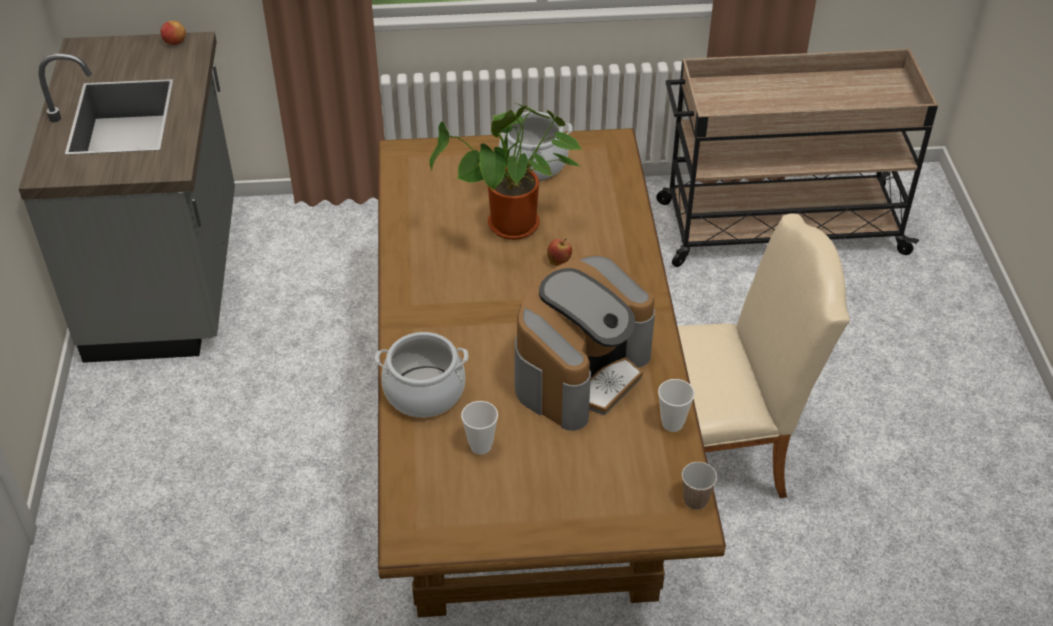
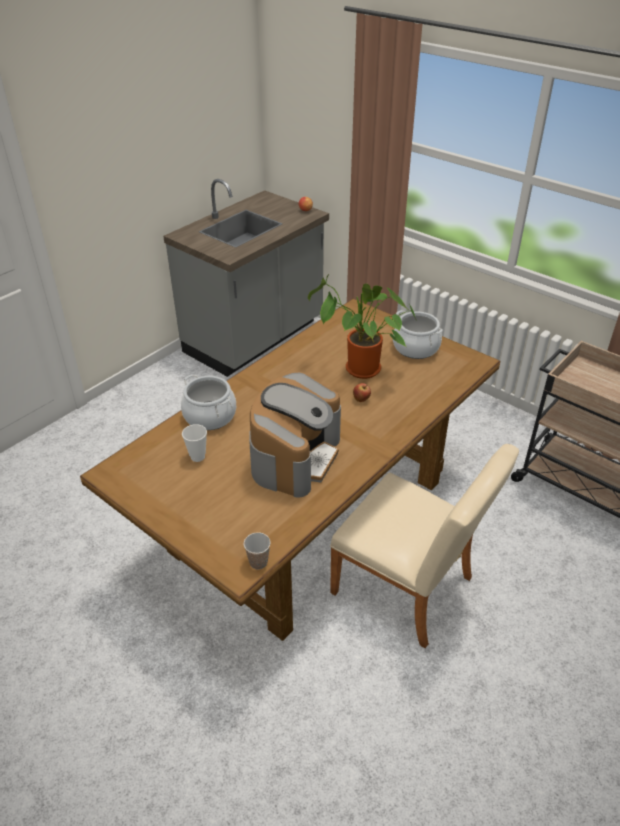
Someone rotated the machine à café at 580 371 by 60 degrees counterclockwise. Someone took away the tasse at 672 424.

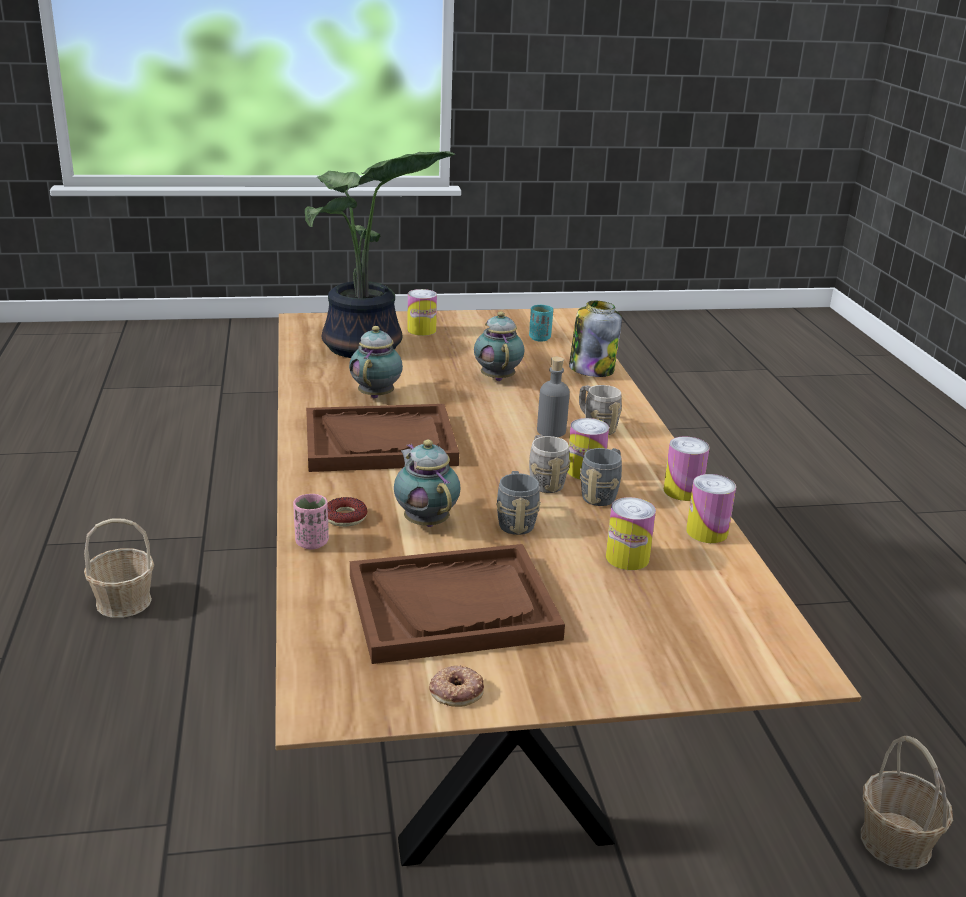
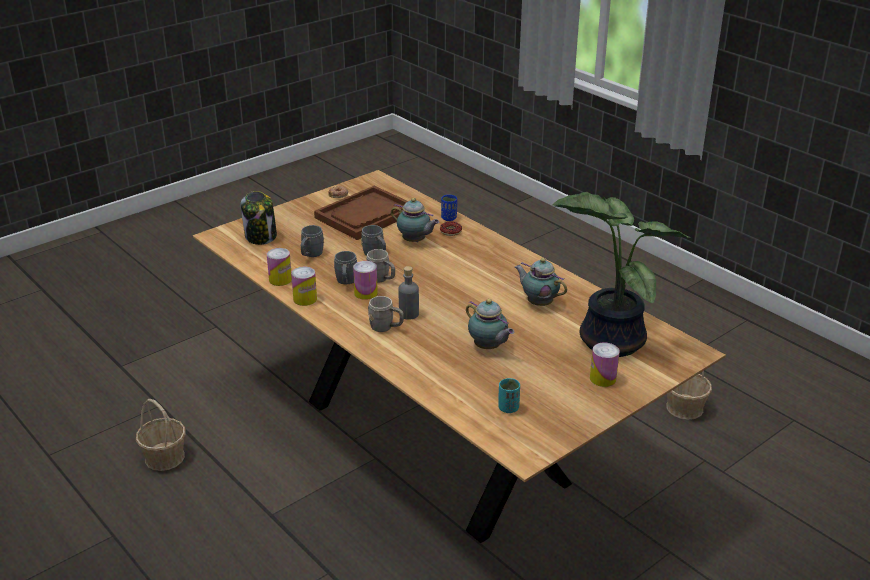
Someone carried the bocal from 591 369 to 261 237. Someone swapped the boîte métallique at 627 558 for the mug/gris at 311 255. Someone repainted the tasse/rose at 312 543, which became the tasse/bleu at 449 218. Someone rotated the théière at 377 394 by 150 degrees clockwise. Someone took away the plateau/marron at 380 442.

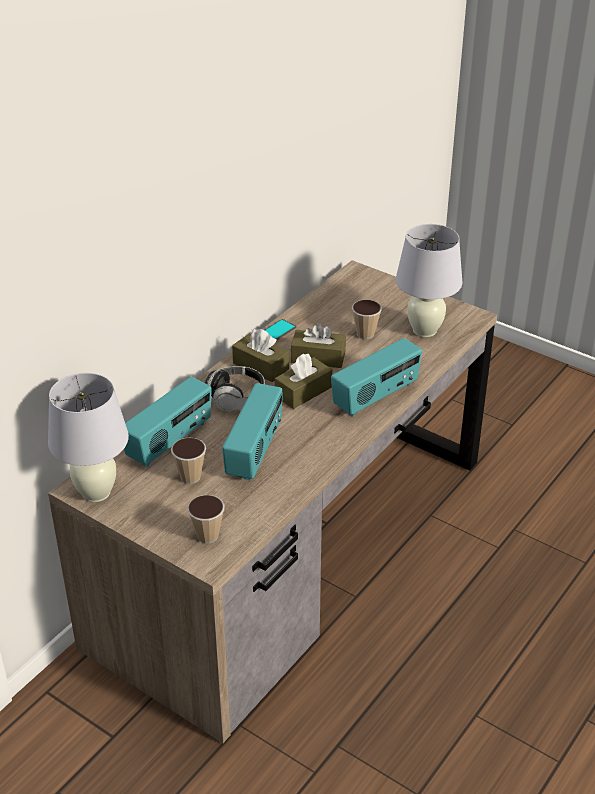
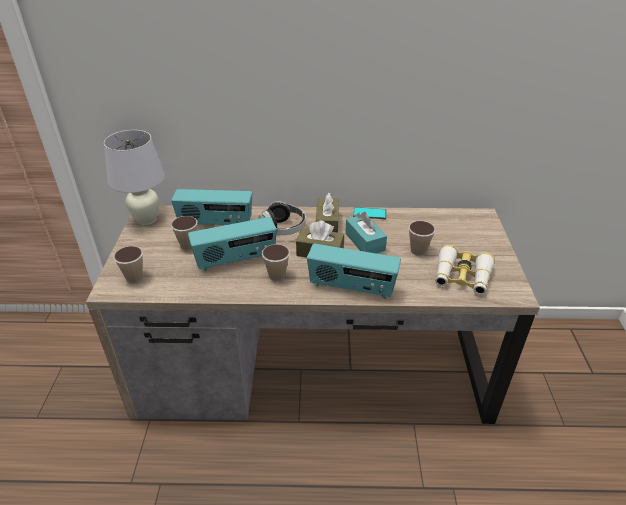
Someone put down the tasse at 277 276. Someone repainted the boîte à mouchoirs/marron at 318 357, which became the boîte à mouchoirs/turquoise at 365 242. Someone swapped the lampe de table/blanc at 425 330 for the jumelles at 462 277.

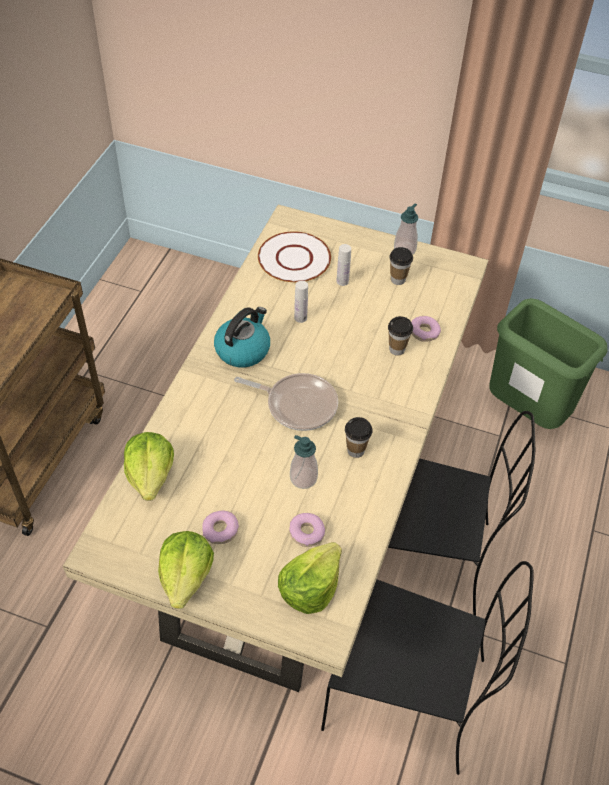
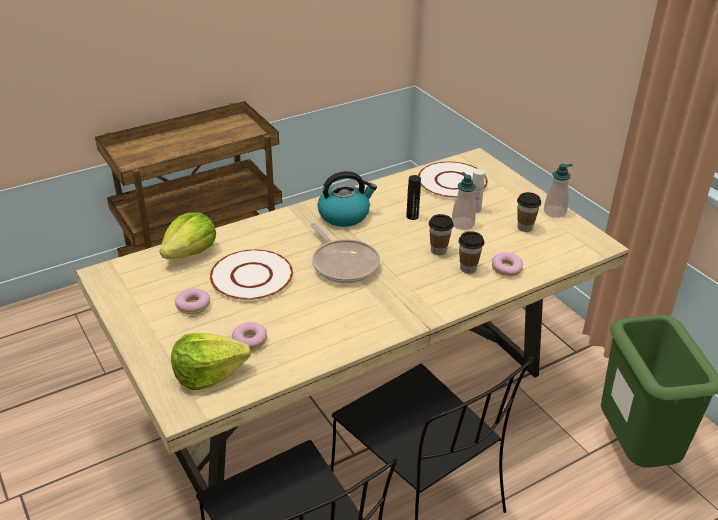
Someone put down the assiette/blanc at 251 276. Someone repainted the bouteille/blanc at 300 318, which became the bouteille/noir at 412 216. Someone carried the tasse from 356 450 to 438 250. Someone carried the distributeur de savon from 303 478 to 462 224. Someone took away the laitue at 186 577.

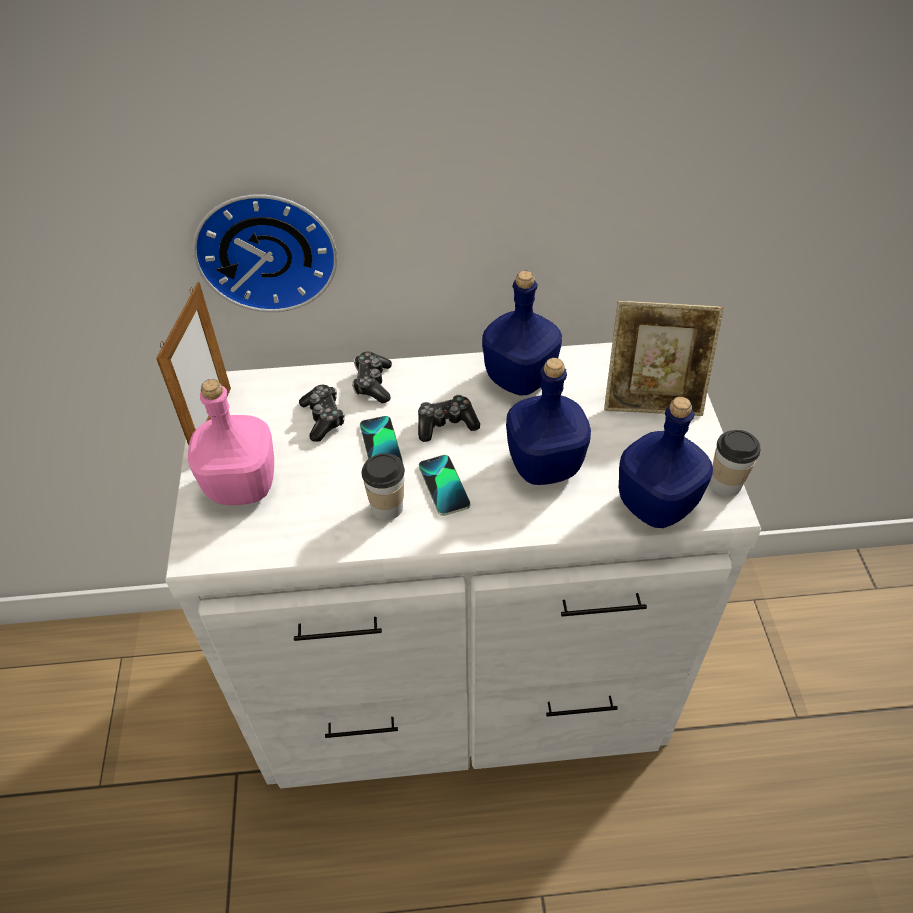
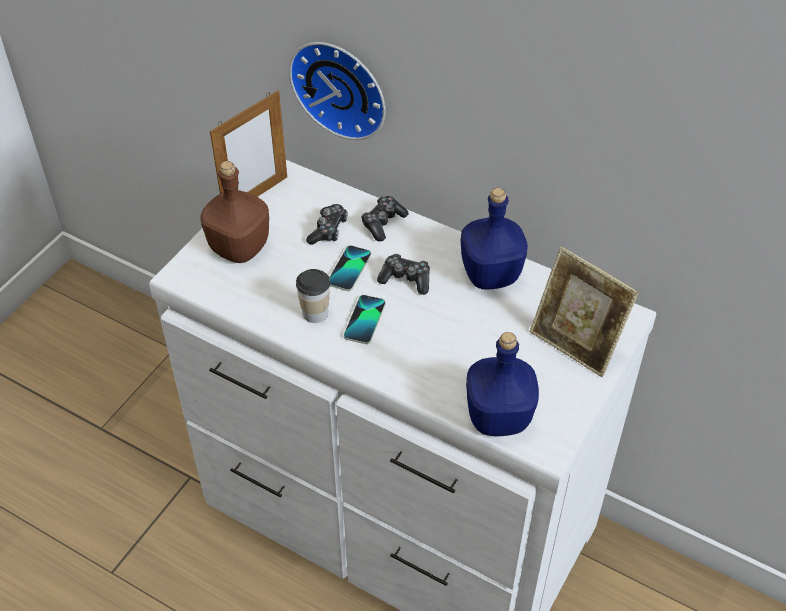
Someone repainted the bouteille/rose at 240 486, which became the bouteille/marron at 238 247. Someone took away the bouteille/bleu at 543 466. Someone took away the tasse at 725 484.

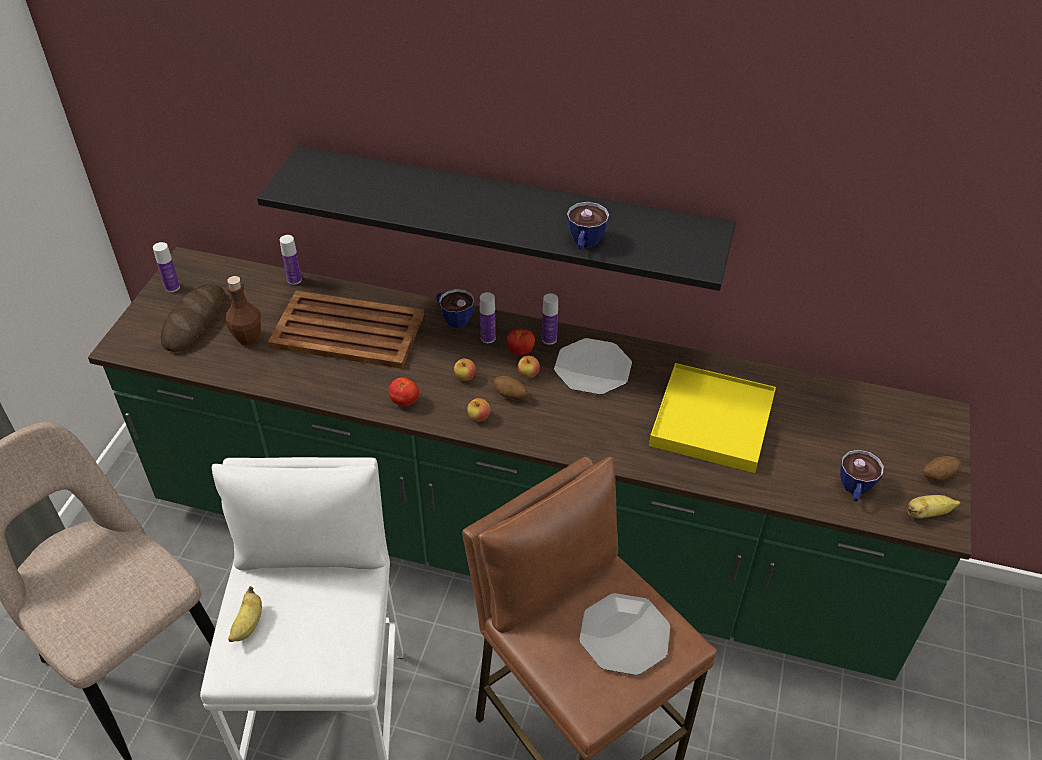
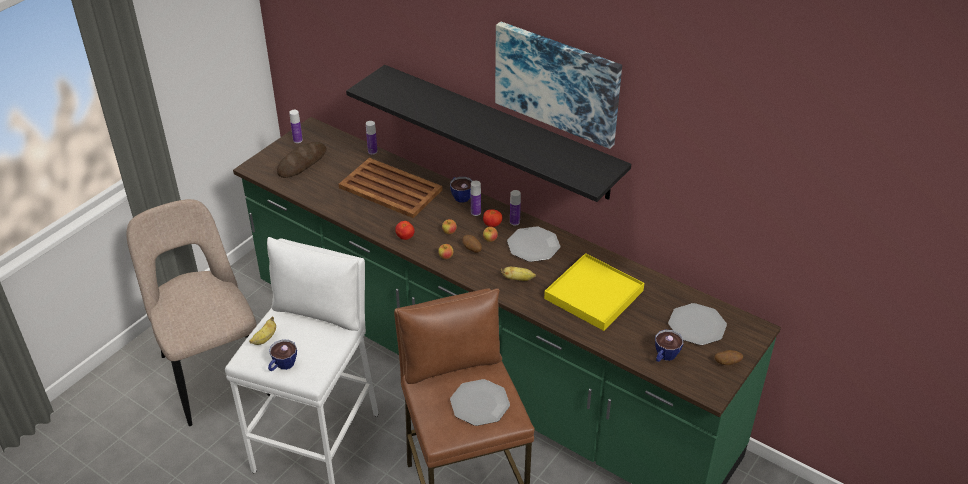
Someone carried the tasse from 584 243 to 282 366. Someone put up the tableau at 558 82. Someone carried the banane from 927 513 to 518 279. Someone put down the assiette at 697 325. Someone took away the bouteille/marron at 248 338.

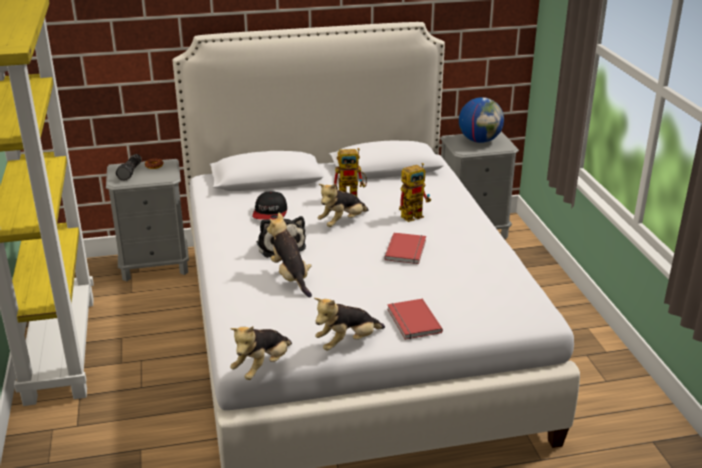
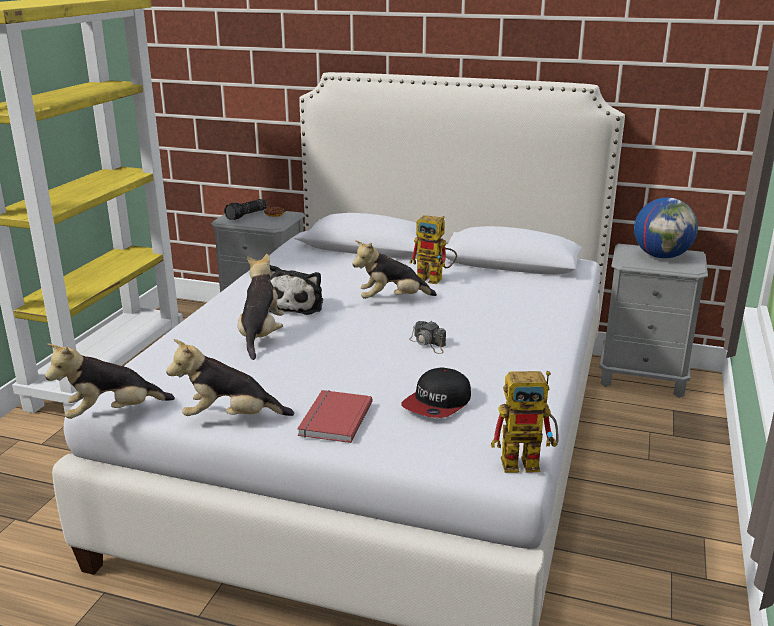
Someone carried the casquette from 270 213 to 437 403. Someone swapped the livre/rouge at 407 250 for the appareil photo at 428 344. Someone carried the robot jouet from 414 214 to 528 462.

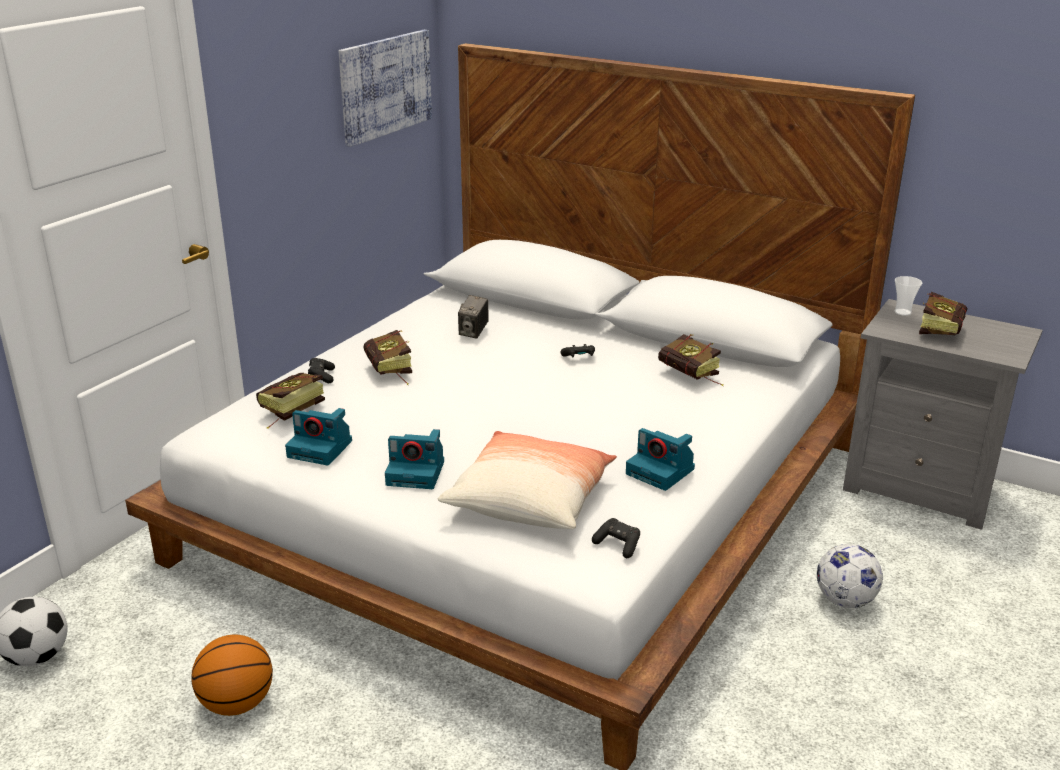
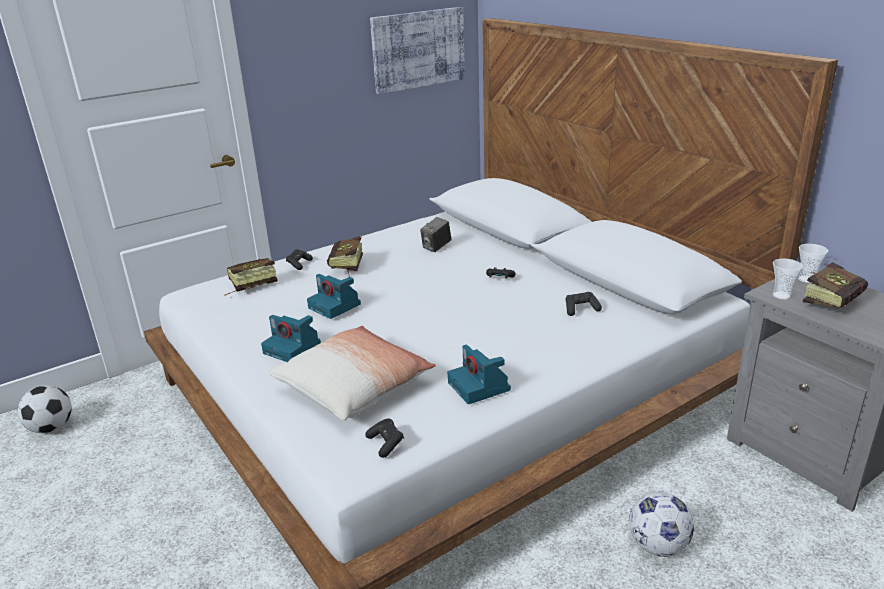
Someone carried the appareil photo from 321 449 to 335 306. Someone swapped the livre at 692 377 for the manette/noir at 580 309. Someone put down the tasse at 781 296. Someone took away the ballon de basket at 236 704.

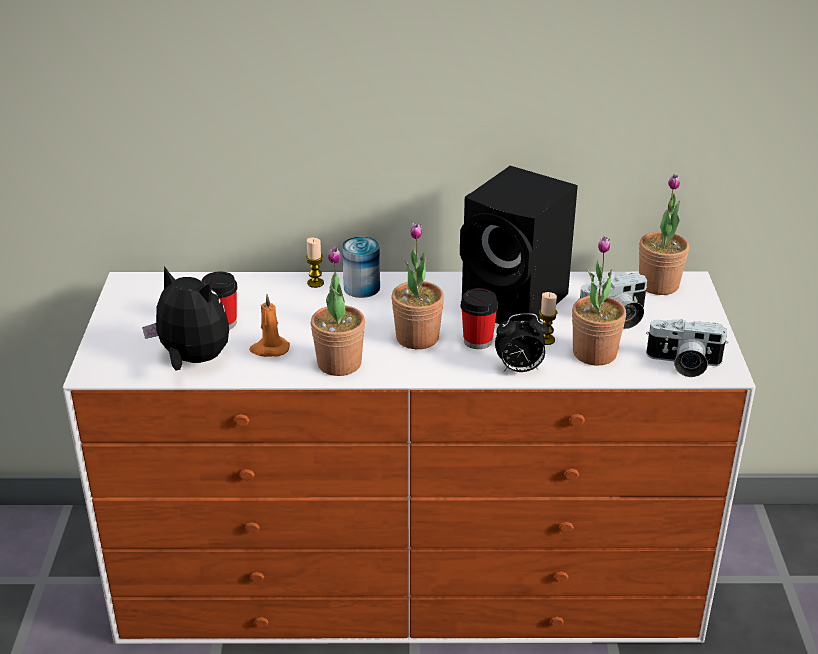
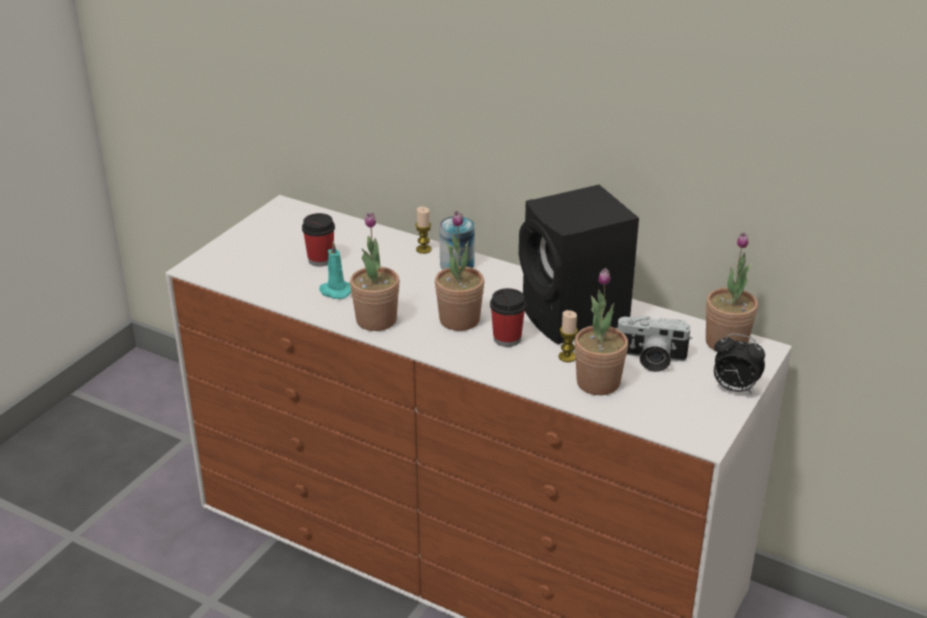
Someone repainted the bougie/orange at 269 349, which became the bougie/turquoise at 335 291. Someone carried the réveil from 519 369 to 734 389. Someone took away the peluche at 192 360. Someone took away the appareil photo at 683 364.

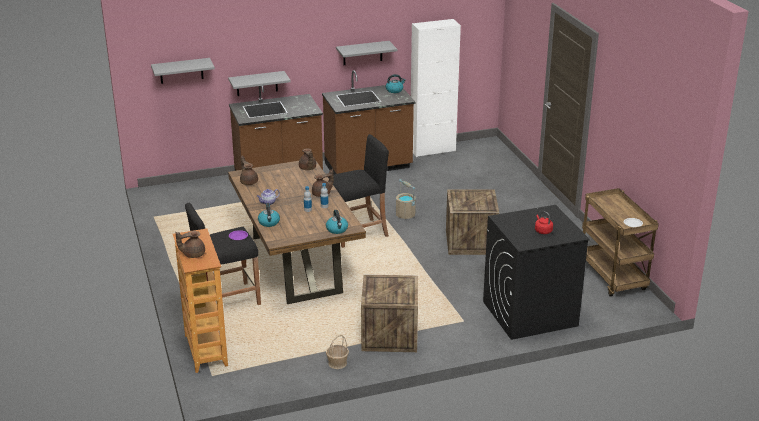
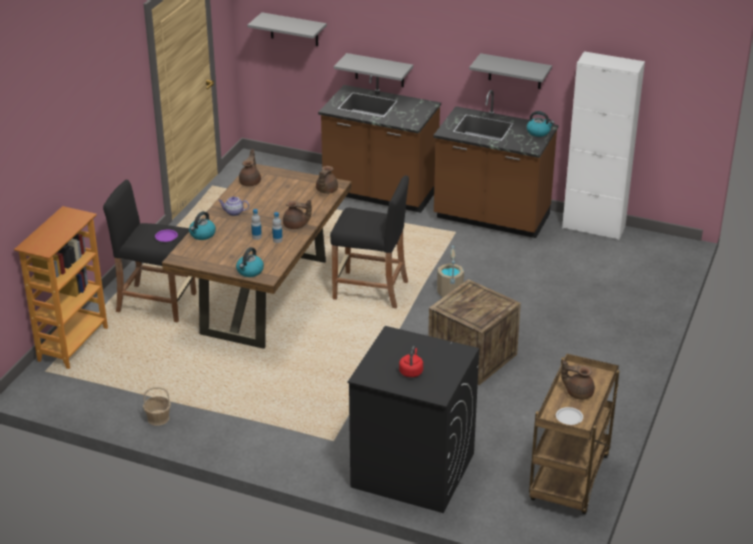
Someone carried the théière/marron from 193 254 to 578 392. Someone took away the caisse at 389 335.

